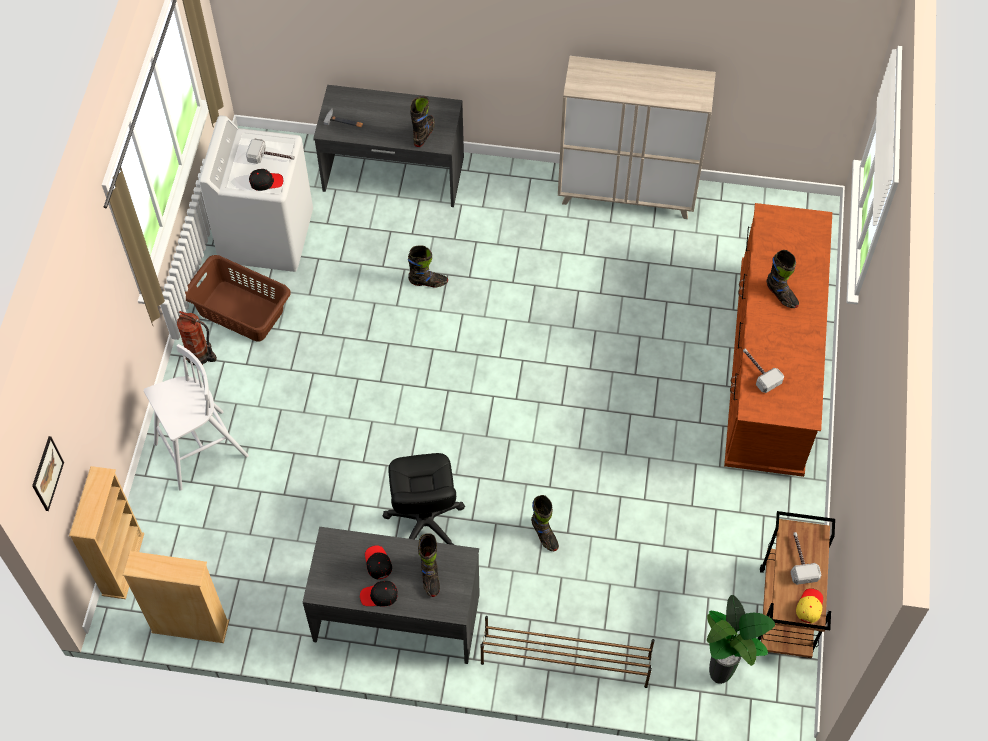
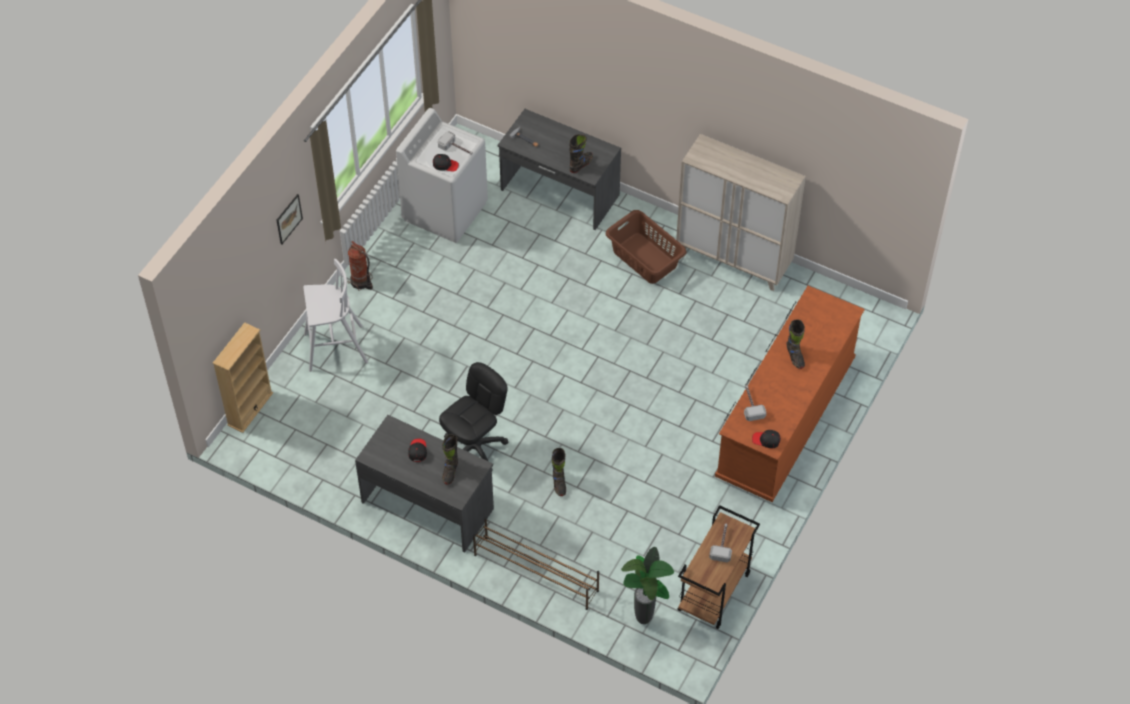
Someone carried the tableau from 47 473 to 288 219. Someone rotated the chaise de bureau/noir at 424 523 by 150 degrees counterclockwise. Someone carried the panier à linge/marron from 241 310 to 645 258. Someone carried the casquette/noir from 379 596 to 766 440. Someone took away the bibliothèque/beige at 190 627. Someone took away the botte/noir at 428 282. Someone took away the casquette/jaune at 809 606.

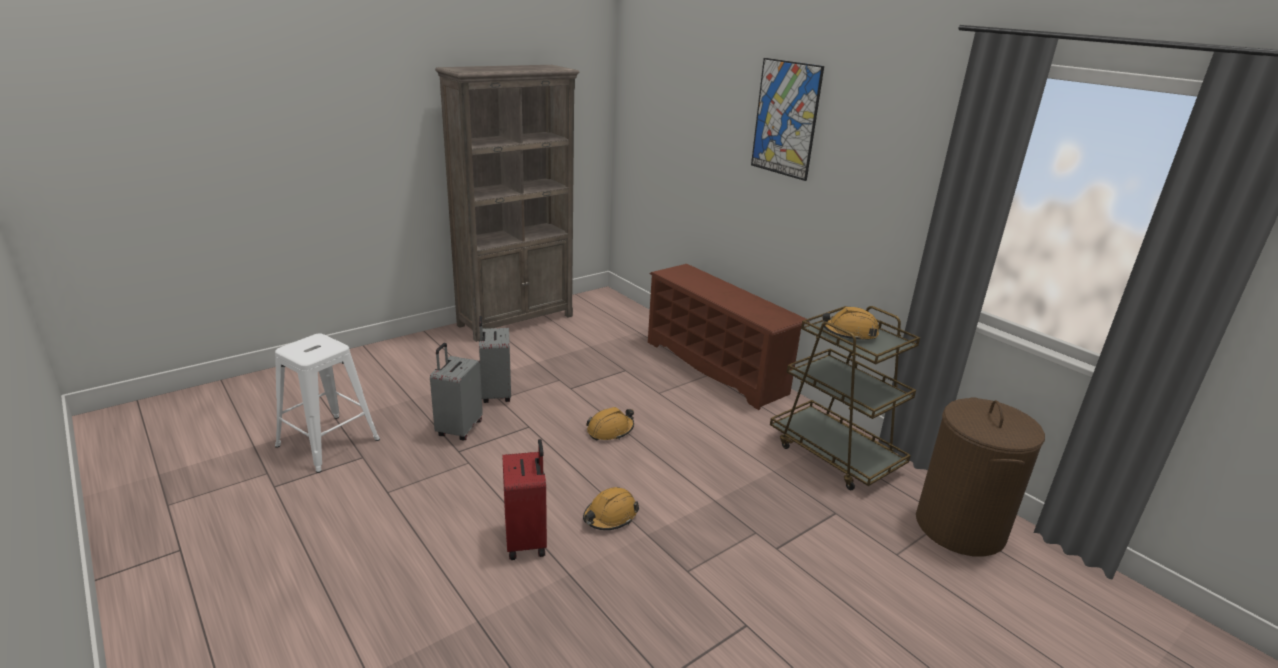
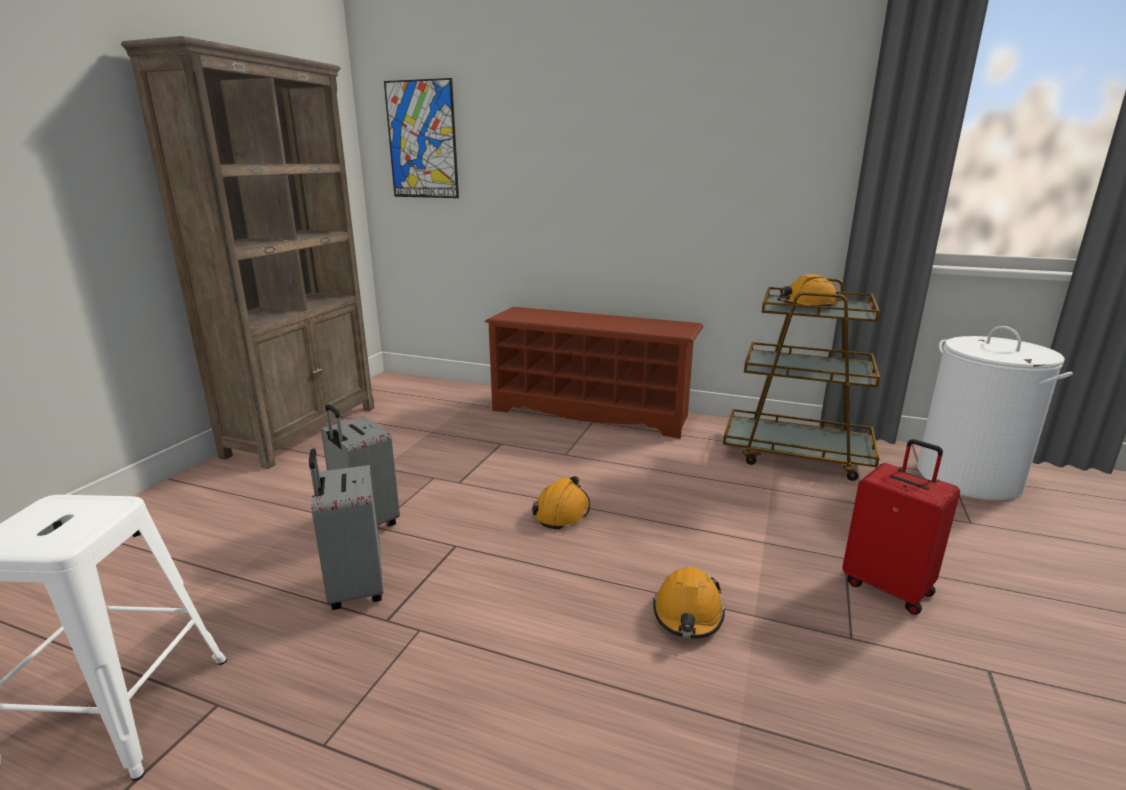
Someone carried the tableau from 785 119 to 422 140. Someone carried the valise/rouge from 527 540 to 888 587. Someone repainted the panier à linge/marron at 960 527, which became the panier à linge/blanc at 968 477.

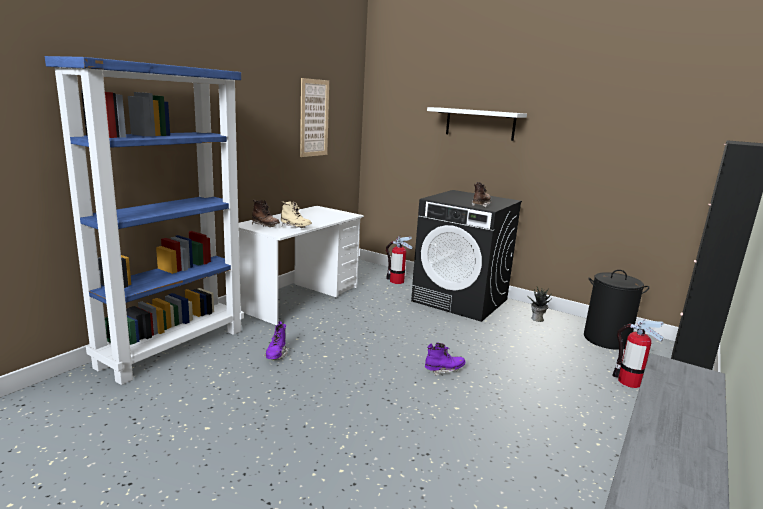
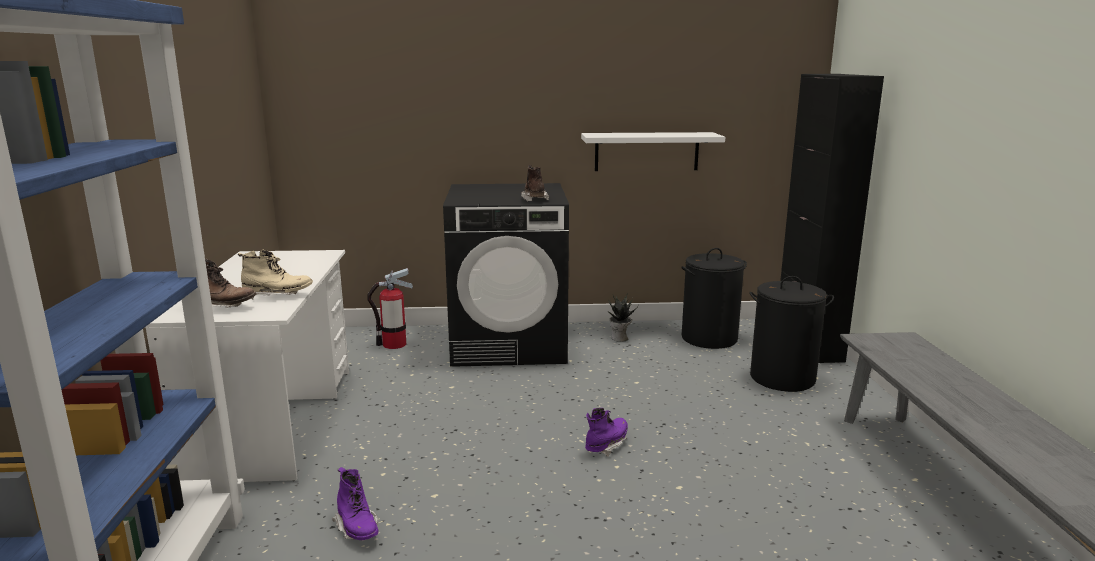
Someone carried the étagère/blanc from 480 124 to 646 151. Someone swapped the extincteur at 629 382 for the panier à linge/noir at 783 378. Someone took away the tableau at 314 118.

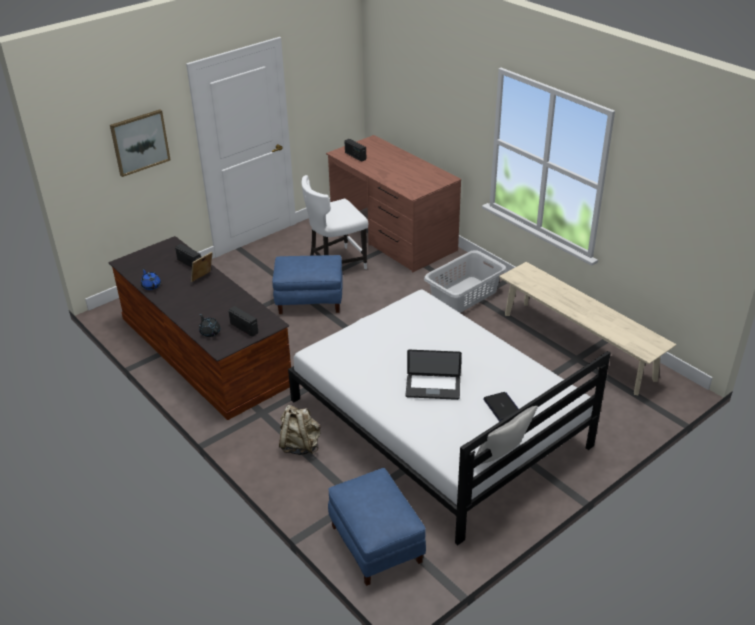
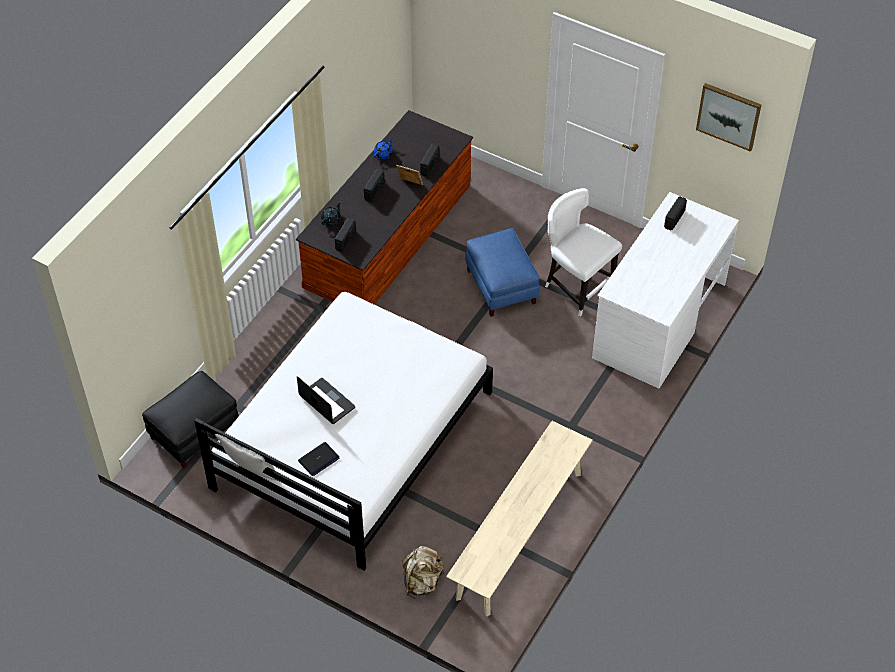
Someone repainted the pouf/bleu at 377 543, which became the pouf/noir at 194 433. Someone rotated the ordinateur portable at 433 388 by 150 degrees clockwise. Someone put down the radio at 374 191. Someone carried the sac à dos/beige from 300 445 to 422 582. Someone repainted the bureau/marron at 392 236, which became the bureau/blanc at 658 320. Someone carried the tableau from 140 142 to 729 116. Someone took away the panier à linge/gris at 465 295.

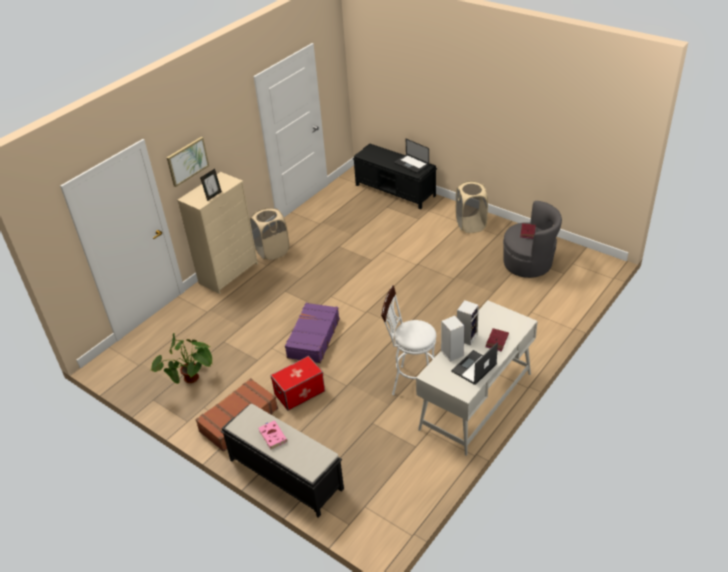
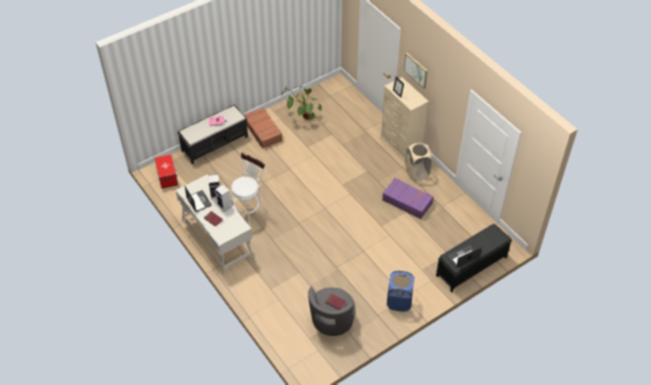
Someone carried the boîte de rangement from 299 393 to 167 177. Someone carried the valise/violet from 313 338 to 407 201. Someone repainted the panier à linge/beige at 470 225, which became the panier à linge/bleu at 399 301.

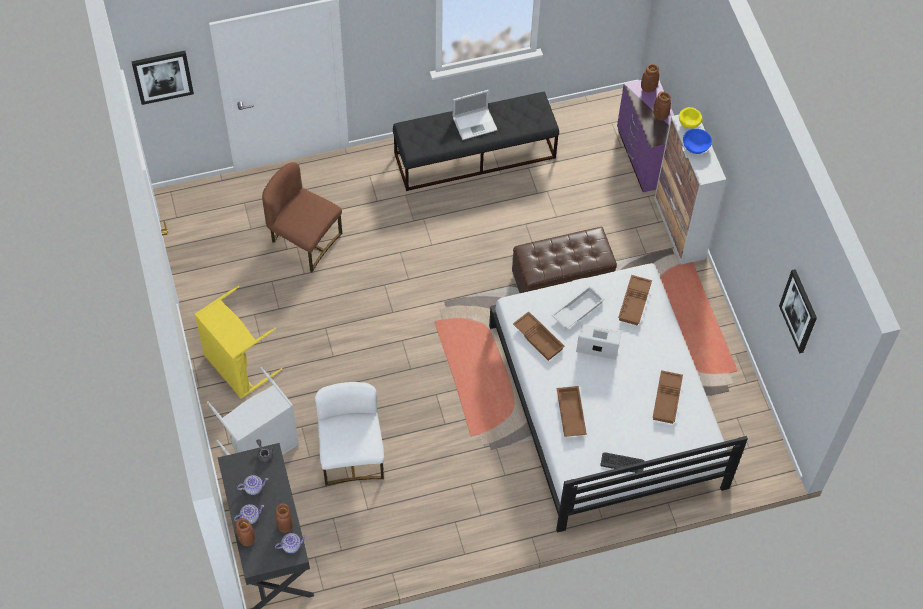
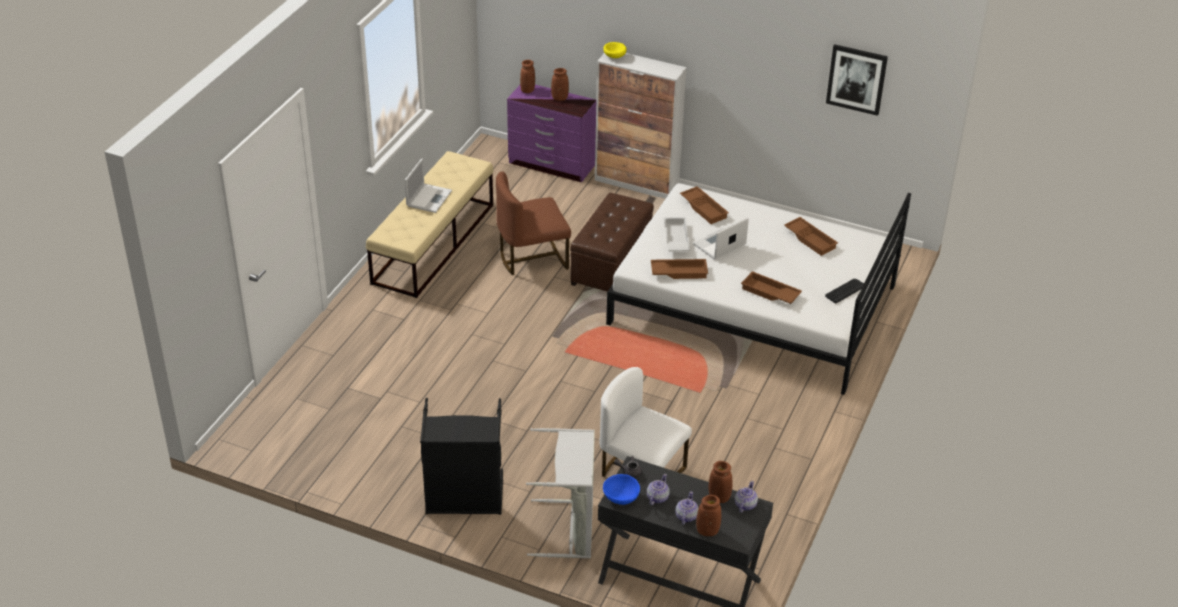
Someone repainted the banc/noir at 475 155, which became the banc/beige at 434 243. Someone repainted the panier à linge/jaune at 236 368, which became the panier à linge/noir at 464 499. Someone carried the chaise/marron from 304 240 to 532 258. Someone carried the bol/bleu from 695 147 to 621 497. Someone took away the tableau at 162 76.

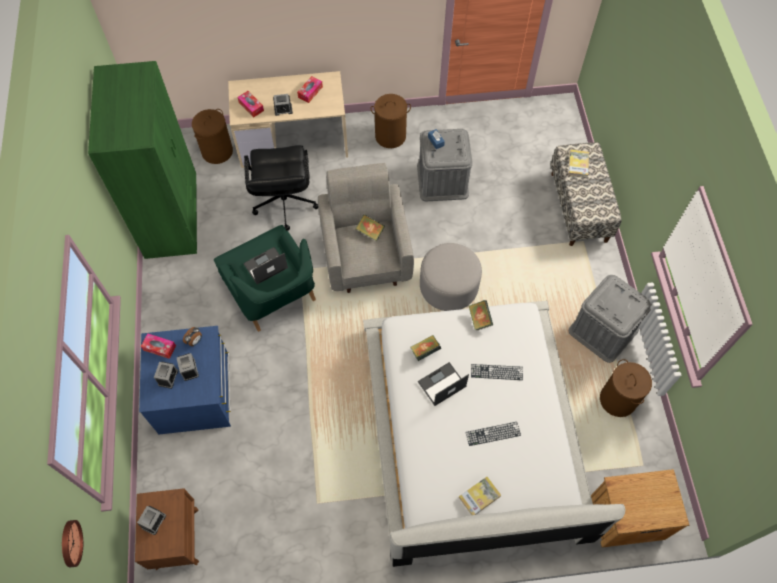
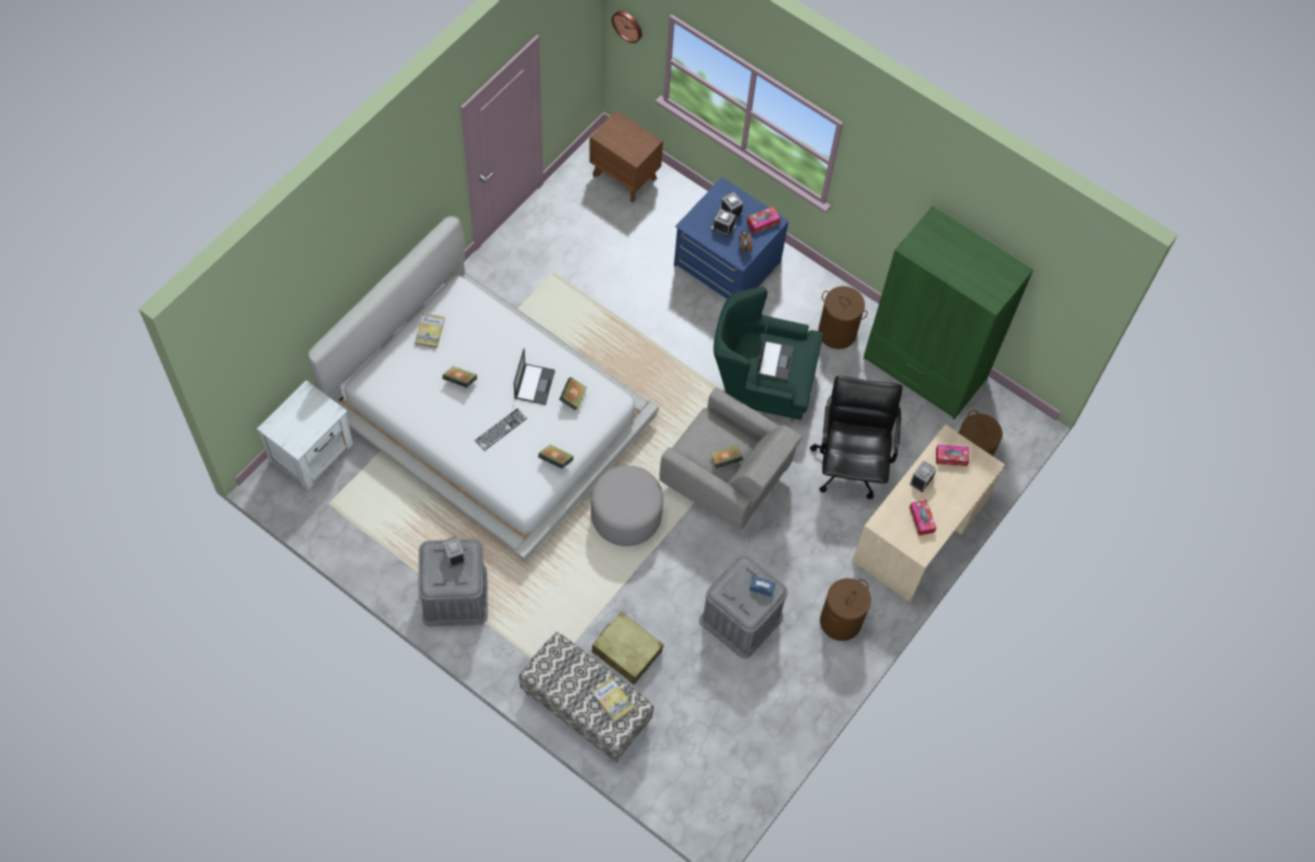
Someone repainted the table de chevet/marron at 625 517, which became the table de chevet/blanc at 312 452. Someone swapped the clavier at 493 433 for the livre at 460 381. Someone carried the réveil from 154 521 to 454 555. Someone put down the valise/beige at 626 651. Someone rotated the chaise de bureau/noir at 284 203 by 60 degrees clockwise. Someone carried the panier à linge/marron from 617 399 to 837 333.

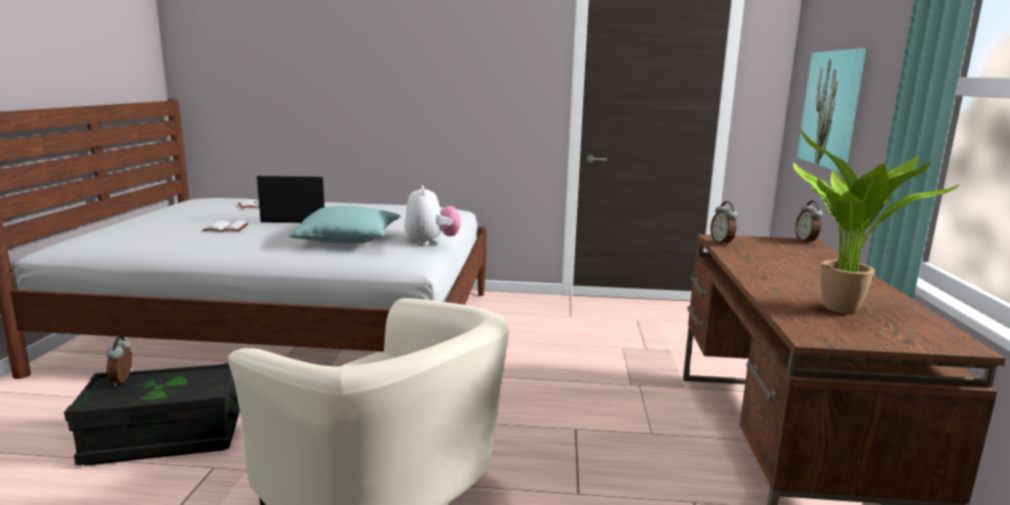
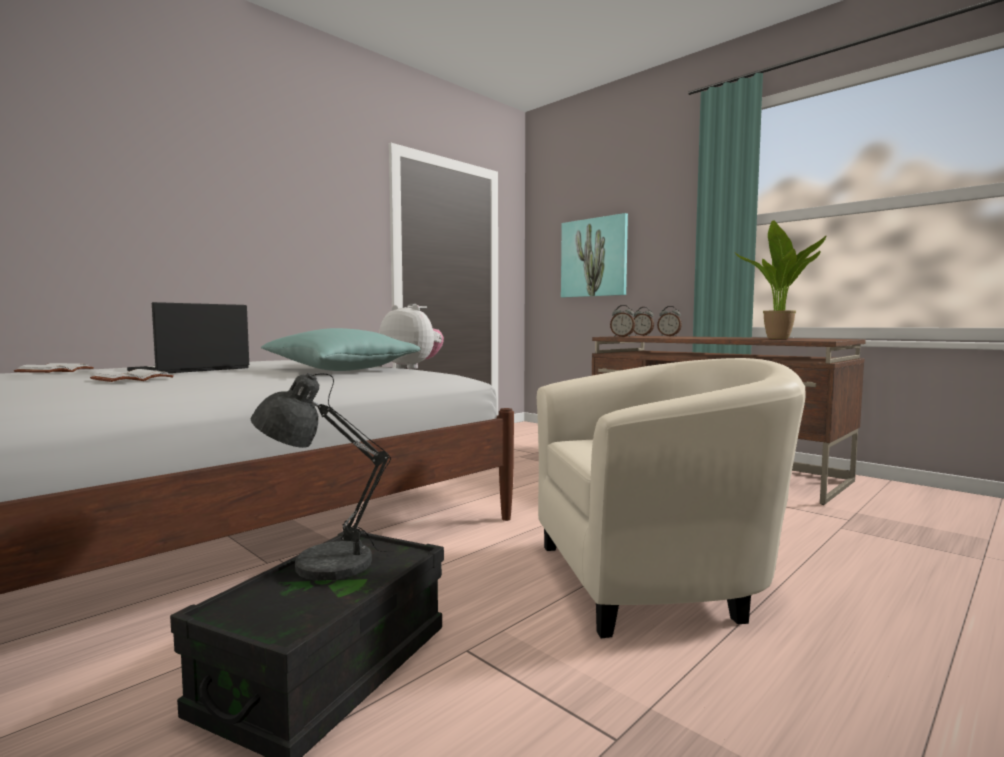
Someone put down the lampe de table/gris at 323 564. Someone carried the réveil from 123 381 to 669 336.

